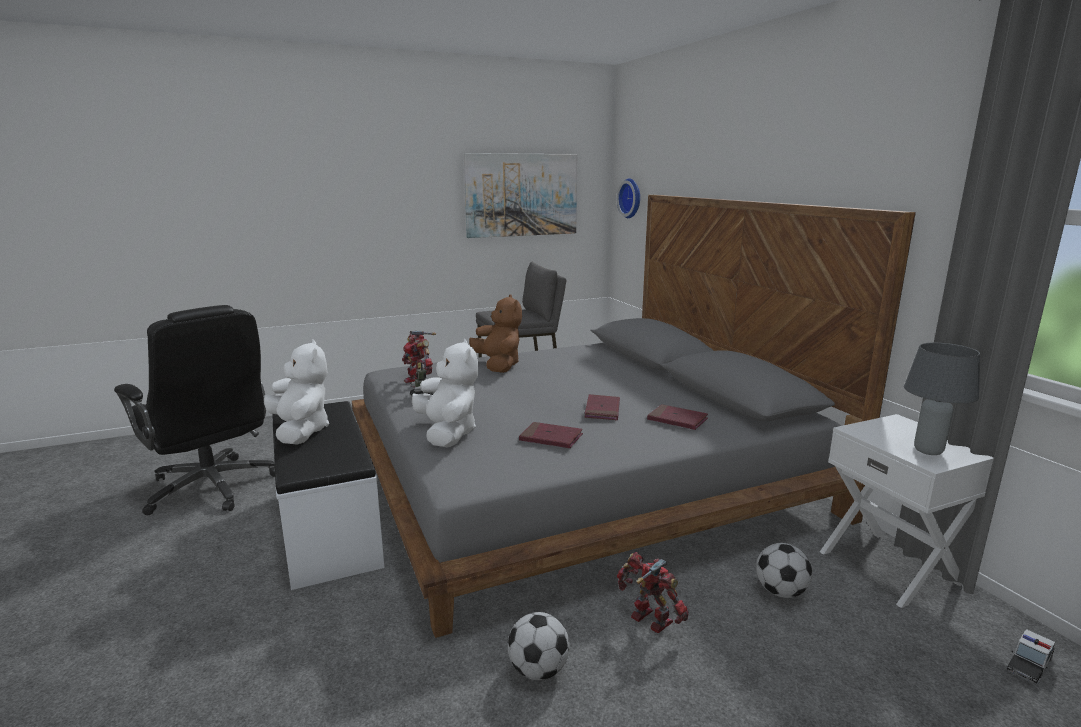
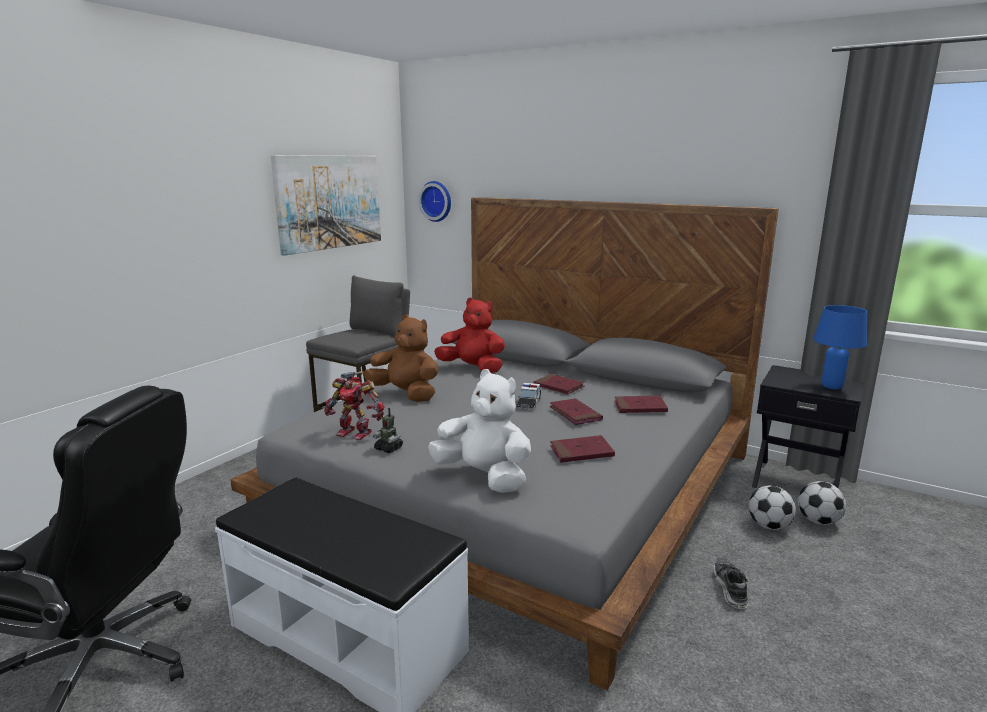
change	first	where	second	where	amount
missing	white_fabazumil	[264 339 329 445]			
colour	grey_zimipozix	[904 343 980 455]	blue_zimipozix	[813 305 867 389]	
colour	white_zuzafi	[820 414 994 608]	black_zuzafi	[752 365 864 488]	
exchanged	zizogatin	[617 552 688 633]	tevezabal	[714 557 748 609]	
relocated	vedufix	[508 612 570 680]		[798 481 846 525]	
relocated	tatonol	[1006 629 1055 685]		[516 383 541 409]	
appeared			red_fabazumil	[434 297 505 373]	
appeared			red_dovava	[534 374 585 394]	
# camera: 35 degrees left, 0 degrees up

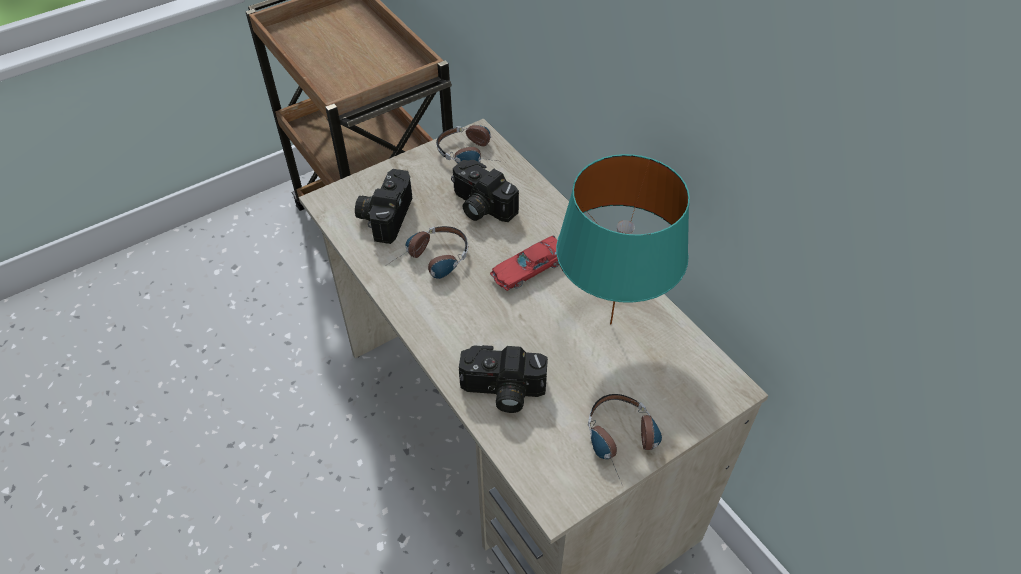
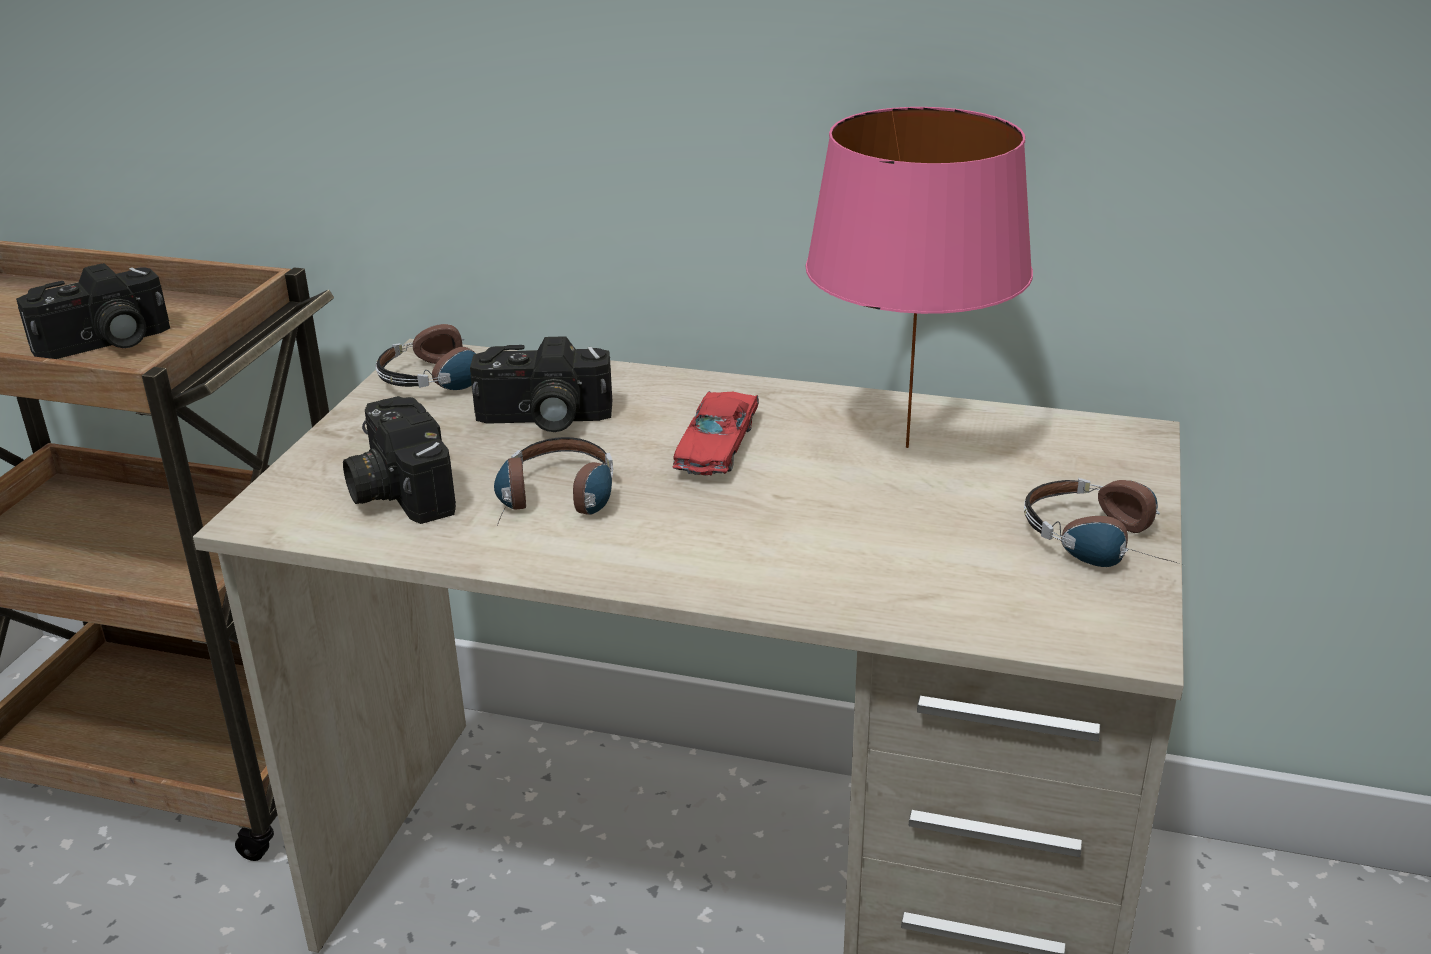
change	first	where	second	where	amount
colour	turquoise_zimipozix	[556 154 690 324]	pink_zimipozix	[806 107 1033 448]	
relocated	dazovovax	[459 345 548 413]		[16 263 170 359]	
# camera: 40 degrees left, 20 degrees down

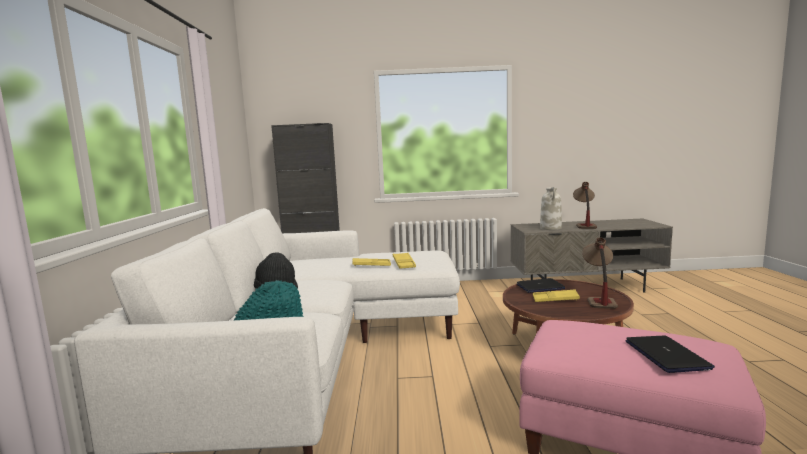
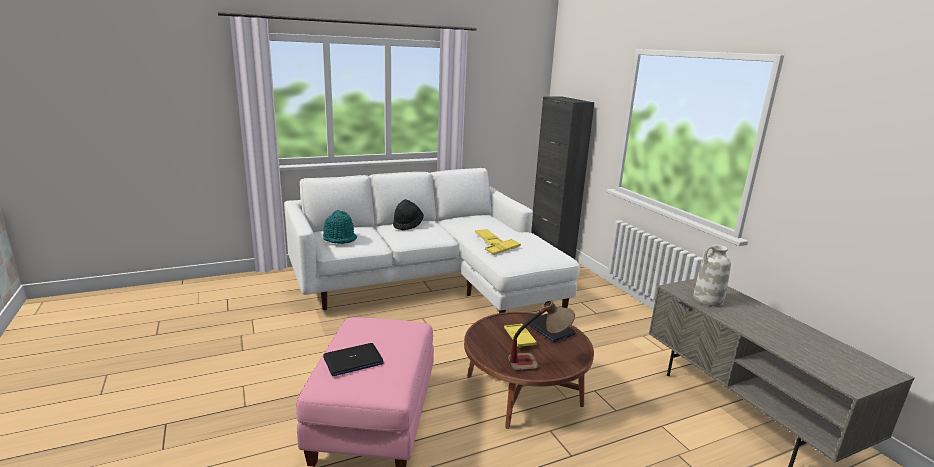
change	first	where	second	where	amount
missing	zimipozix	[573 182 597 229]			
# camera: 65 degrees right, 10 degrees up

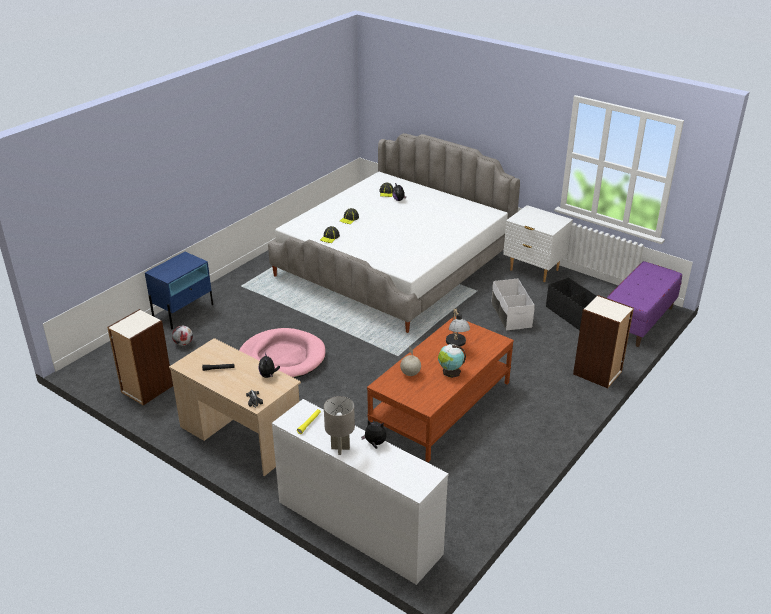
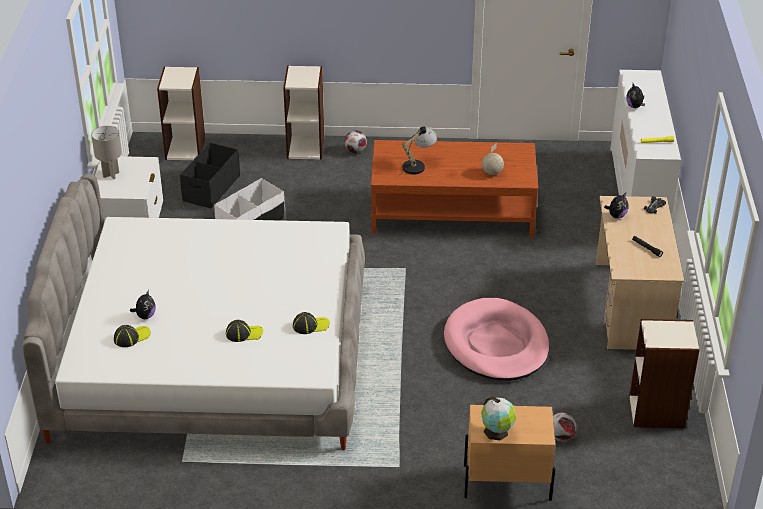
change	first	where	second	where	amount
colour	blue_zuzafi	[145 252 213 330]	beige_zuzafi	[464 405 555 501]	
exchanged	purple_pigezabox	[607 261 682 347]	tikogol	[157 67 205 160]	
relocated	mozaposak	[438 344 466 378]		[481 397 516 440]	
relocated	grey_zimipozix	[324 396 355 455]		[91 126 122 179]	
appeared			vedufix	[345 130 367 153]	
# camera: 125 degrees left, 5 degrees up

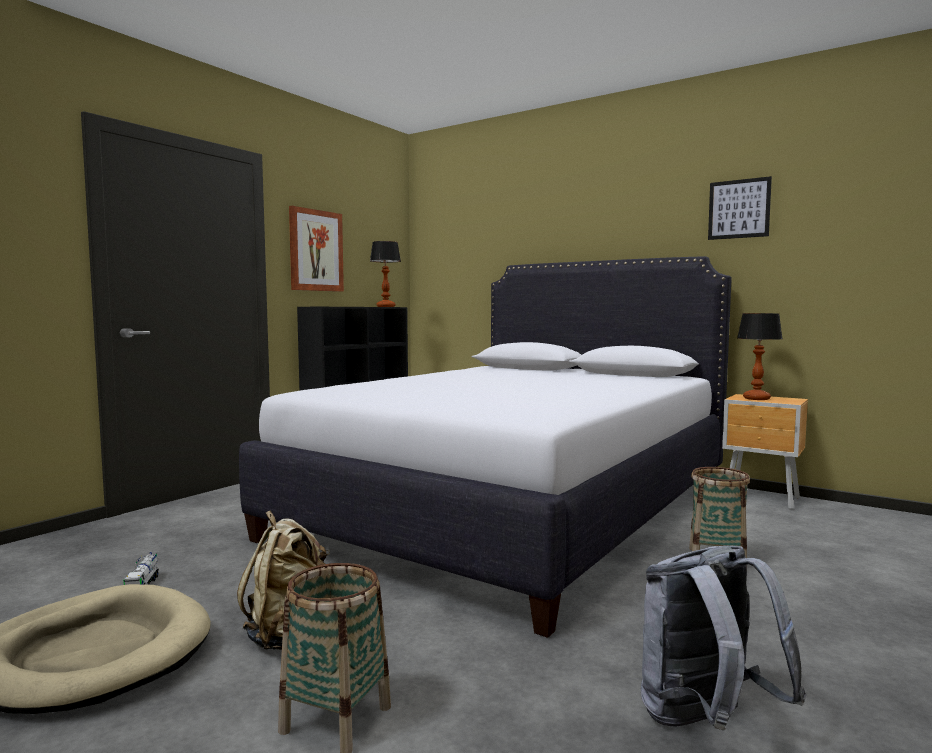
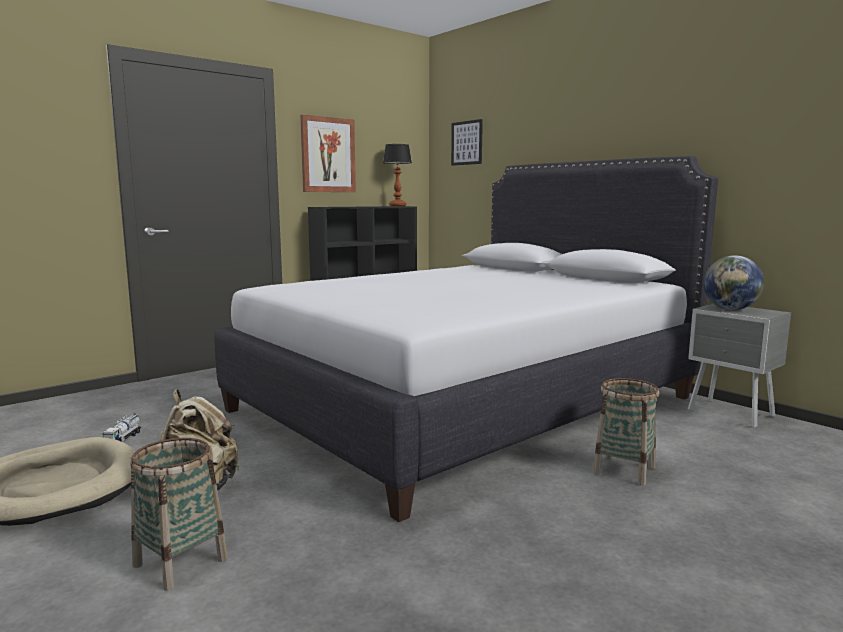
change	first	where	second	where	amount
relocated	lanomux	[708 176 772 240]		[451 119 483 166]	
exchanged	zimipozix	[737 313 782 400]	mozaposak	[703 256 764 310]	
colour	brown_zuzafi	[722 394 808 510]	grey_zuzafi	[688 304 791 428]	
missing	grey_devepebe	[641 546 807 731]			
# camera: 15 degrees right, 5 degrees up

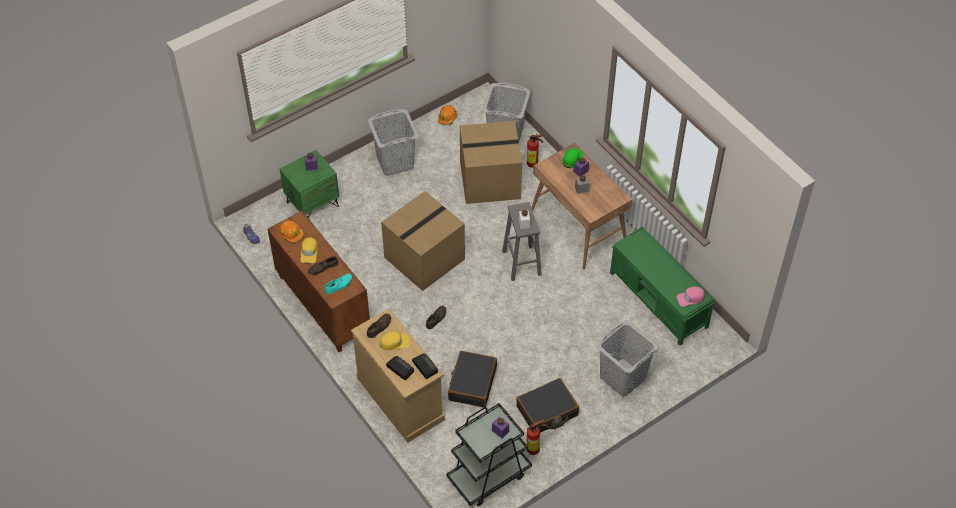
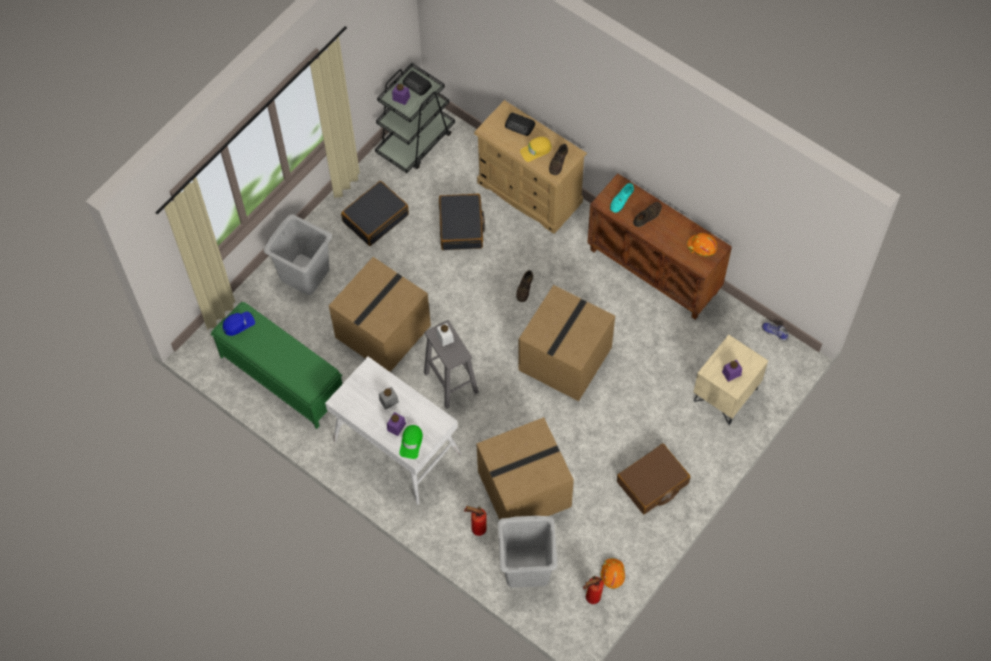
change	first	where	second	where	amount
exchanged	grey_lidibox	[368 109 418 176]	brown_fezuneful	[617 444 690 514]	
colour	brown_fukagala	[531 143 632 269]	white_fukagala	[325 357 461 505]	
colour	green_zuzafi	[280 150 339 218]	beige_zuzafi	[693 335 768 425]	
missing	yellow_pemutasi	[301 237 318 263]			
colour	pink_pemutasi	[677 287 705 307]	blue_pemutasi	[223 312 255 336]	
relocated	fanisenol	[412 354 438 379]		[403 71 432 96]	
relocated	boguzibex	[527 419 546 455]		[583 576 604 604]	
appeared			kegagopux	[329 257 431 372]	
# camera: 165 degrees right, 10 degrees up

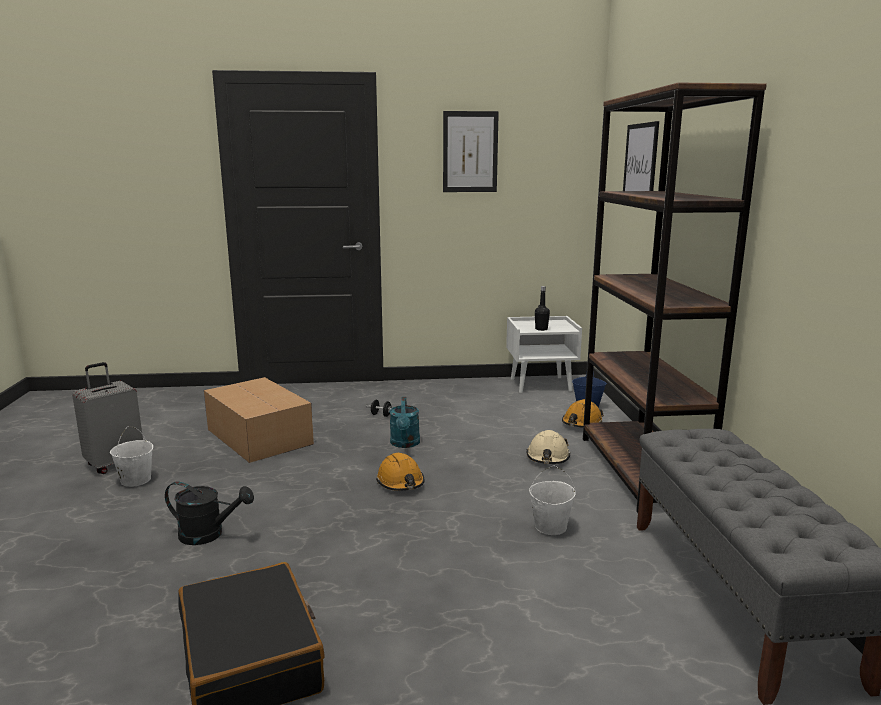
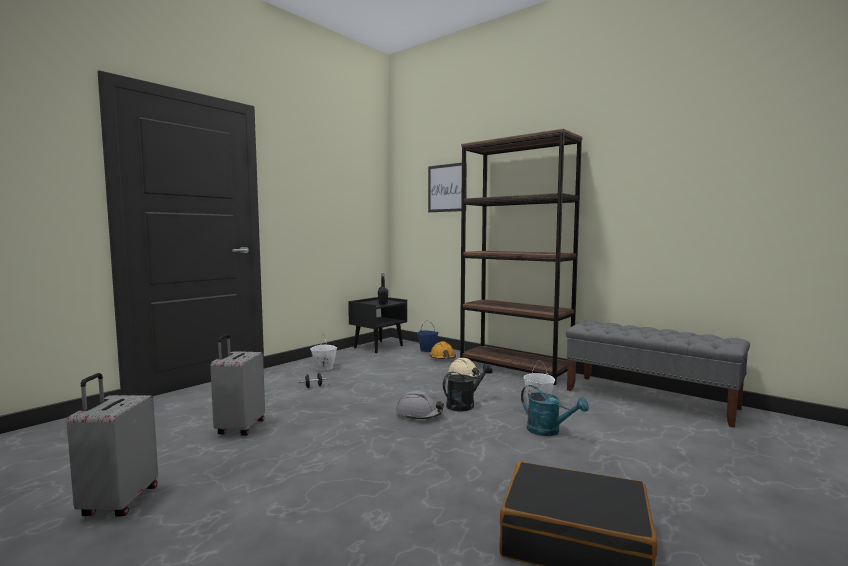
change	first	where	second	where	amount
missing	lanomux	[443 111 499 192]			
colour	white_zuzafi	[506 316 582 393]	black_zuzafi	[348 297 407 353]	
exchanged	kegagopux	[204 377 314 463]	grey_fezuneful	[210 334 265 436]	
relocated	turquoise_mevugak	[389 397 420 448]		[521 385 589 436]	
relocated	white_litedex	[110 426 153 487]		[310 333 337 370]	
colour	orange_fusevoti	[376 453 425 491]	grey_fusevoti	[396 391 444 420]	
relocated	black_mevugak	[165 481 254 545]		[443 364 493 411]	
# camera: 45 degrees left, 10 degrees down

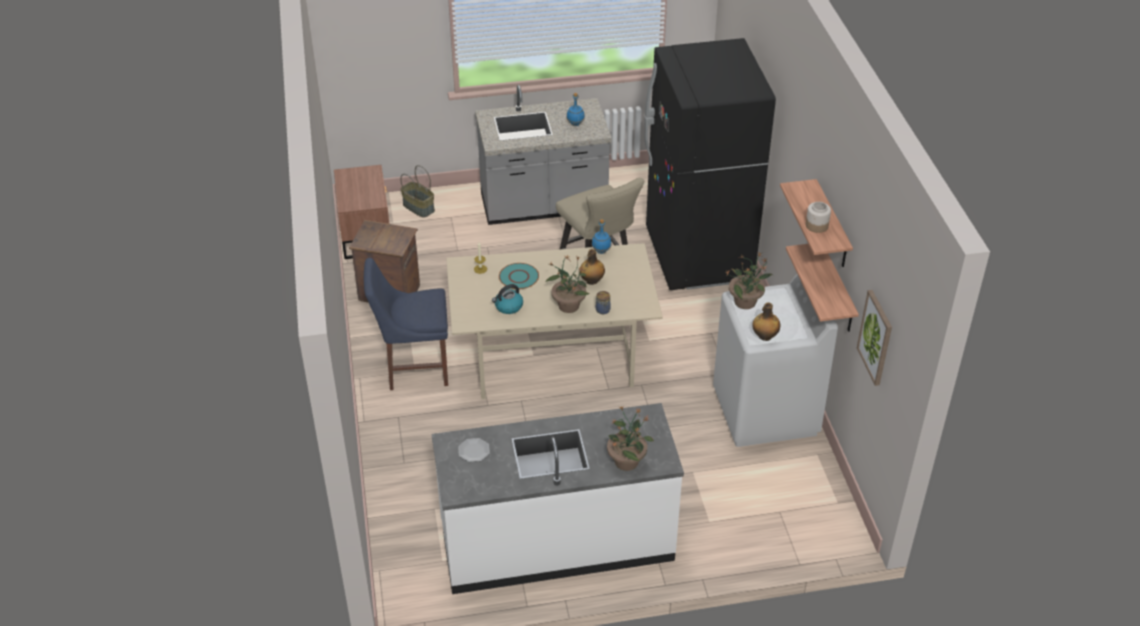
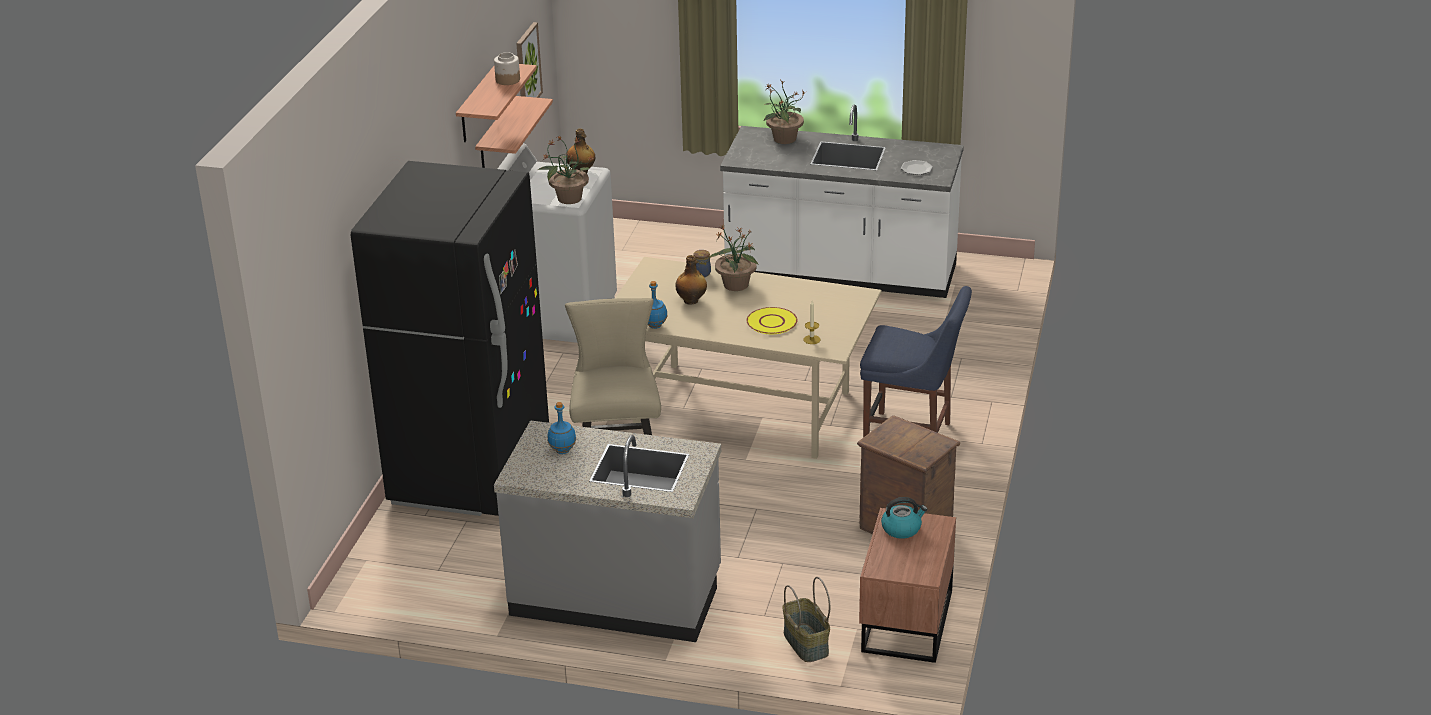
change	first	where	second	where	amount
colour	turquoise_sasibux	[499 263 539 289]	yellow_sasibux	[747 307 797 334]	
relocated	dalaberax	[492 284 523 314]		[881 497 927 539]	
# camera: 155 degrees left, 10 degrees down

